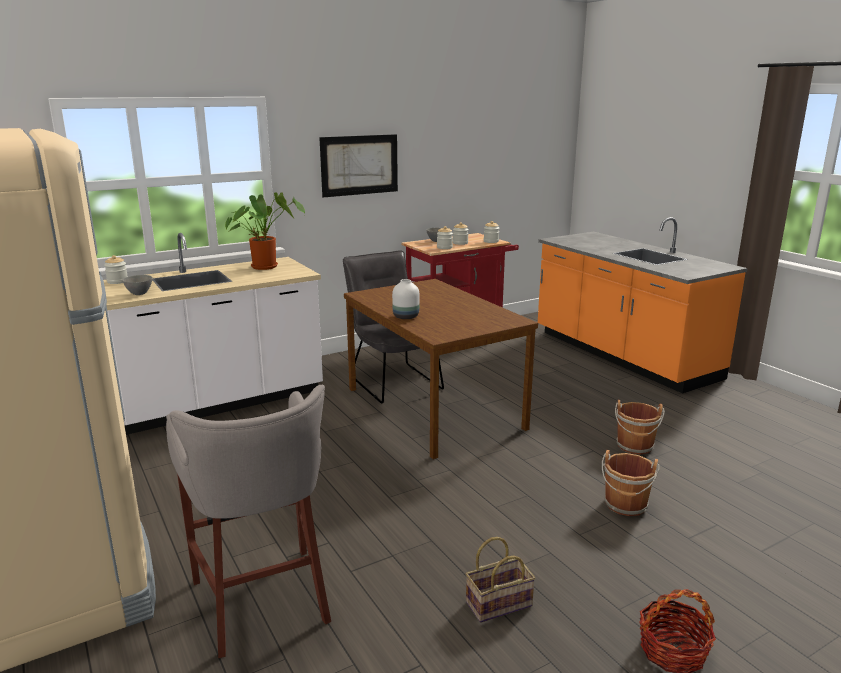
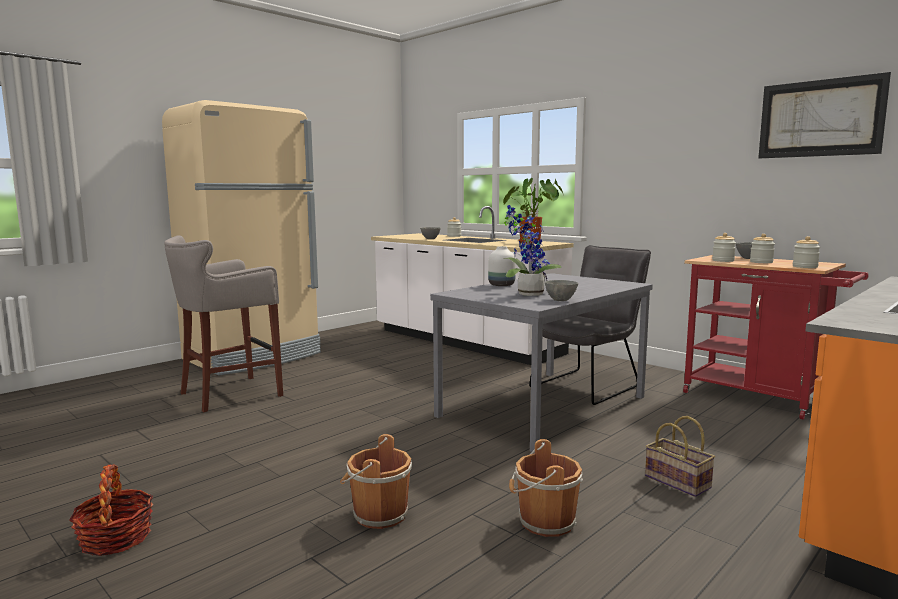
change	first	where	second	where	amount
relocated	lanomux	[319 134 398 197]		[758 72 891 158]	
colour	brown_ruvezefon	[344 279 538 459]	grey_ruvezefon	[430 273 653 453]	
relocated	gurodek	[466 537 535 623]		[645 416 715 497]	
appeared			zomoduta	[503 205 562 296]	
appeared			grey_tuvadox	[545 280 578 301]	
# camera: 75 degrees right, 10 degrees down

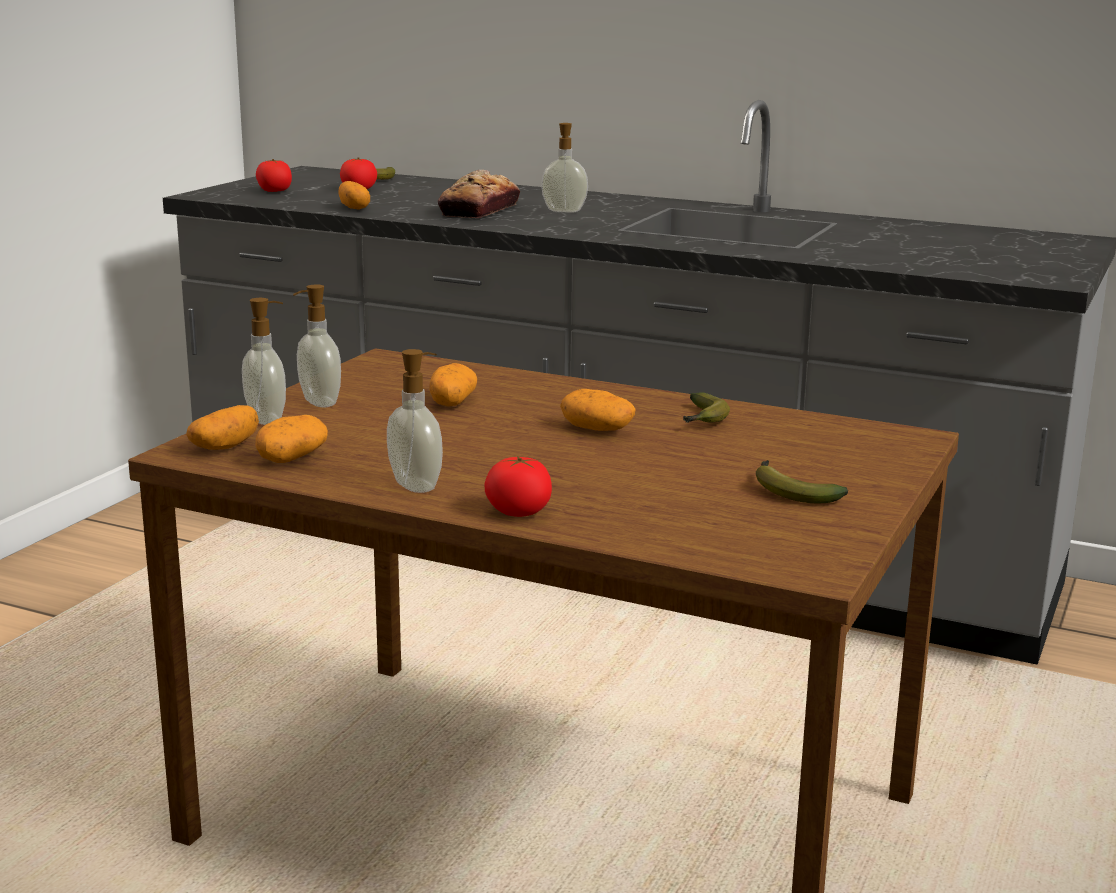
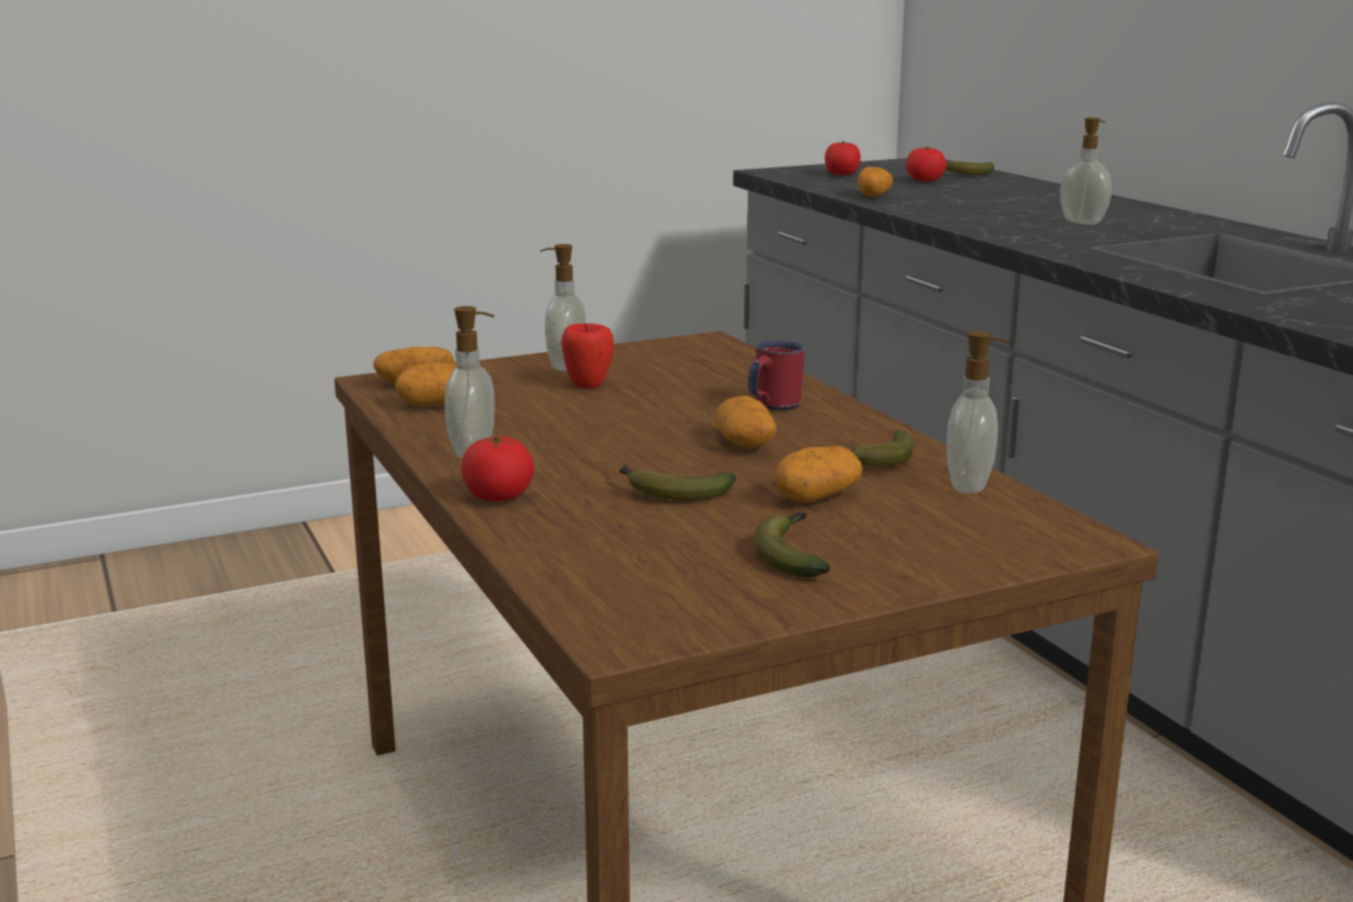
change	first	where	second	where	amount
missing	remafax	[438 170 520 218]			
relocated	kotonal	[242 298 286 425]		[947 331 1011 494]	
relocated	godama	[430 363 477 407]		[775 446 862 503]	
appeared			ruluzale	[561 323 614 388]	
appeared			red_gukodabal	[748 340 805 411]	
appeared			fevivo	[619 465 736 501]	
# camera: 40 degrees right, 0 degrees up

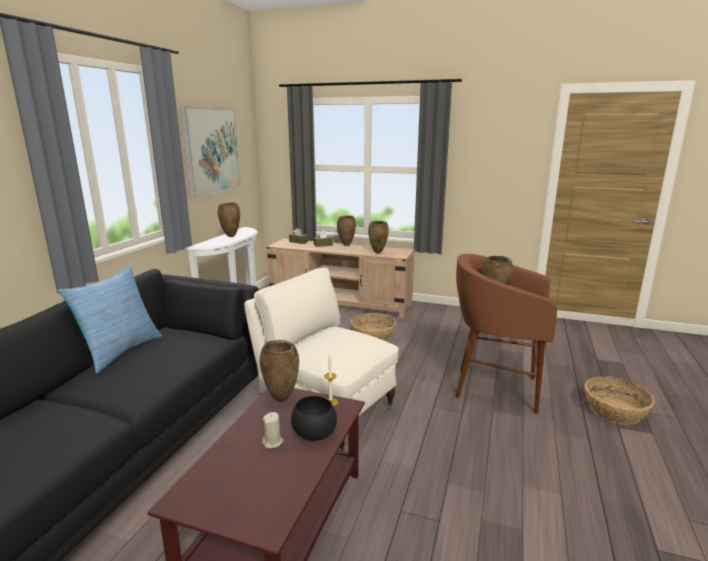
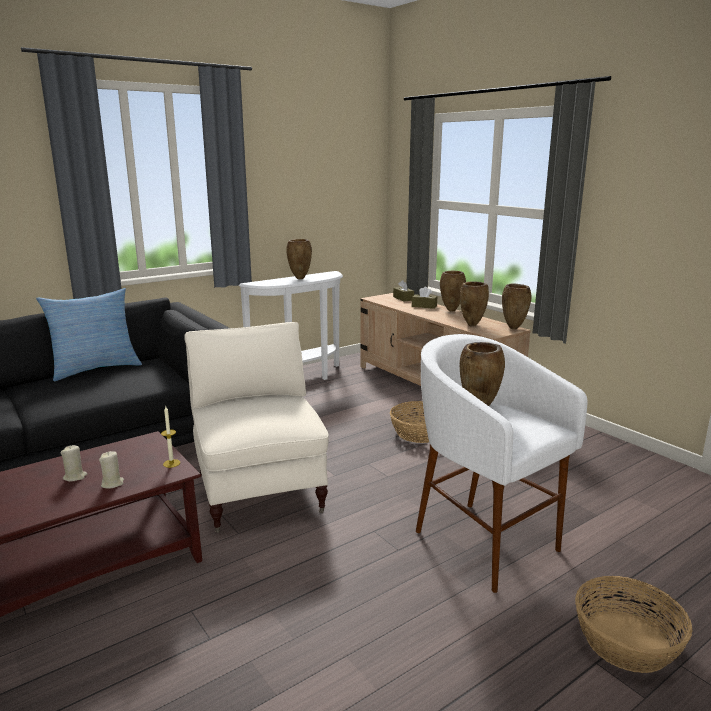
change	first	where	second	where	amount
missing	lanomux	[180 106 241 198]			
colour	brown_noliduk	[455 254 557 414]	white_noliduk	[416 334 588 593]	
relocated	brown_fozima	[260 340 299 402]		[502 283 531 329]	
exchanged	black_tuvadox	[291 396 337 441]	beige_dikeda	[99 451 124 489]	
# camera: 35 degrees right, 0 degrees up

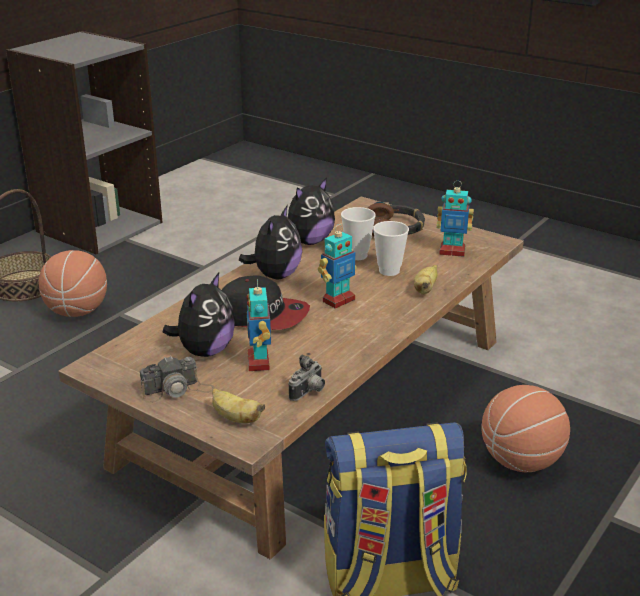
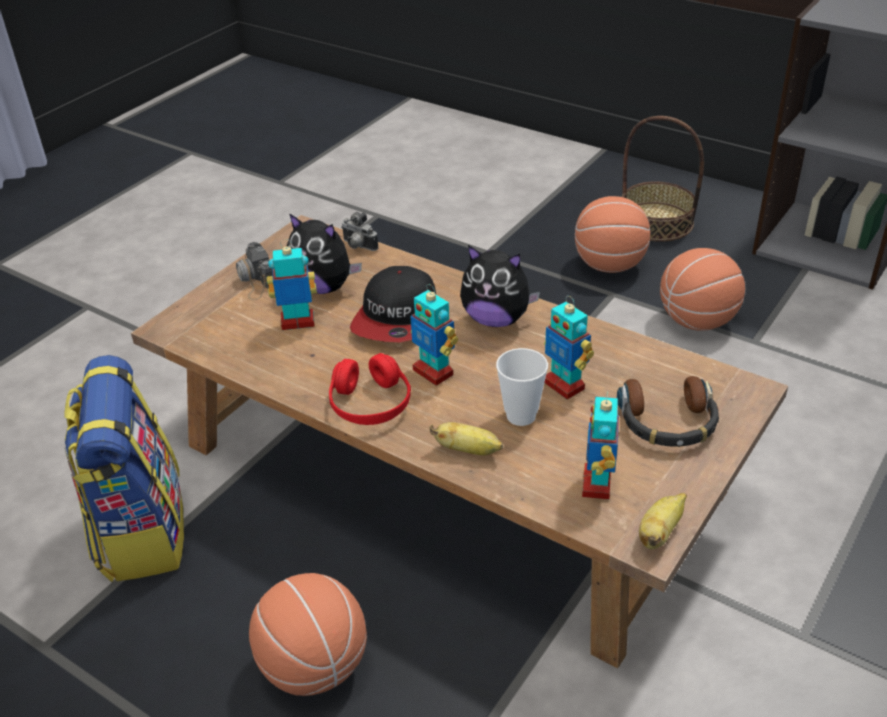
change	first	where	second	where	amount
missing	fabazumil	[287 178 335 245]			
exchanged	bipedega	[341 207 376 260]	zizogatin	[544 296 594 399]	
relocated	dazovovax	[289 355 325 401]		[341 212 378 251]	
relocated	fevivo	[212 388 265 423]		[639 493 687 549]	
appeared			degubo	[660 248 745 331]	
appeared			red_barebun	[329 353 411 425]	
# camera: 90 degrees right, 10 degrees up

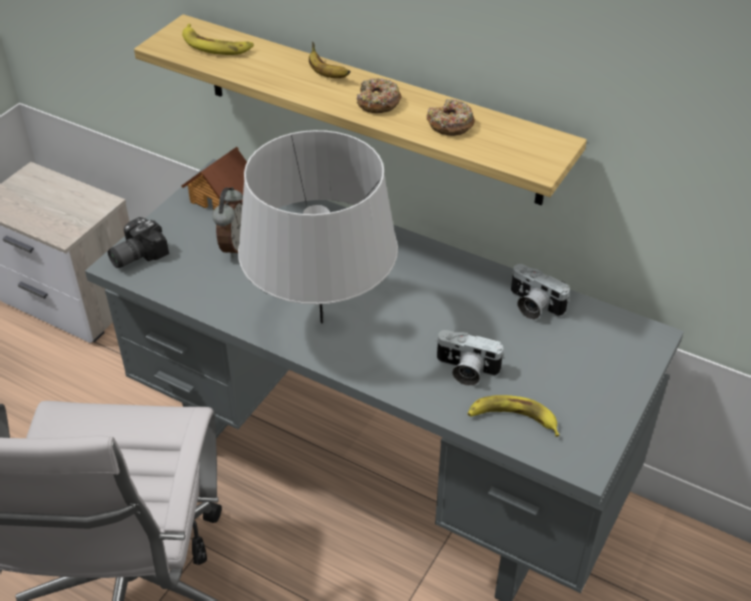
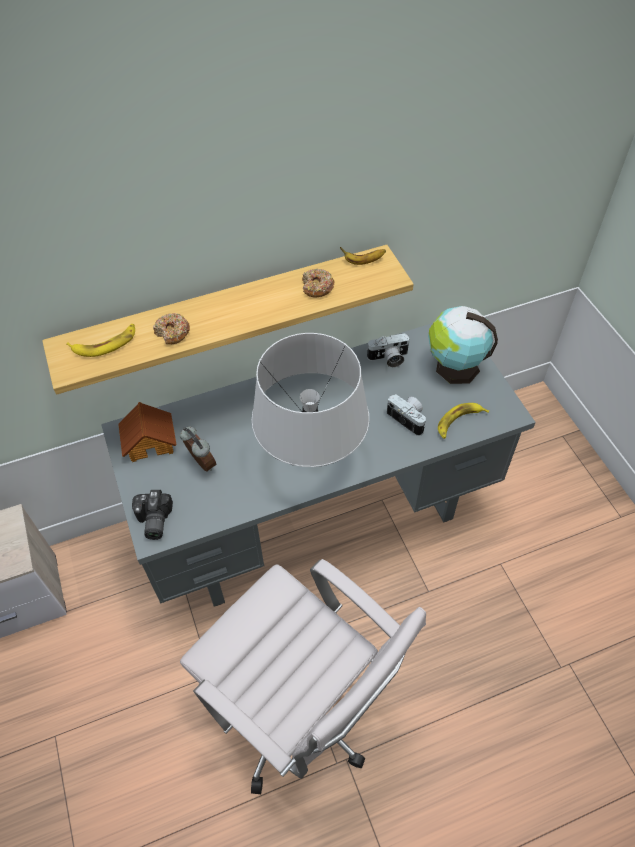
change	first	where	second	where	amount
relocated	fevivo	[309 42 351 78]		[340 247 386 265]	
relocated	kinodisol	[357 78 402 113]		[153 313 190 344]	
spun	dazovovax	[435 330 505 386]		[387 394 426 436]	105 degrees counterclockwise
appeared			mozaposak	[428 306 498 384]	
# camera: 50 degrees left, 10 degrees up

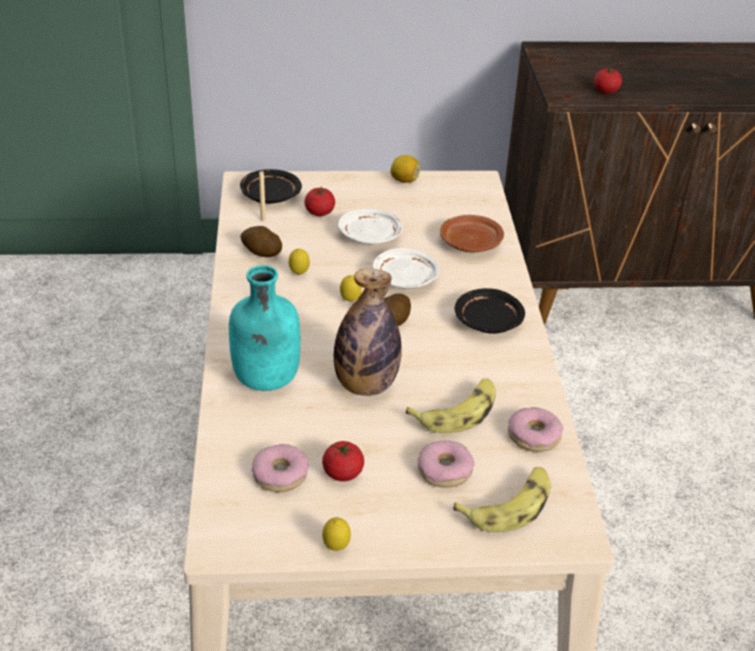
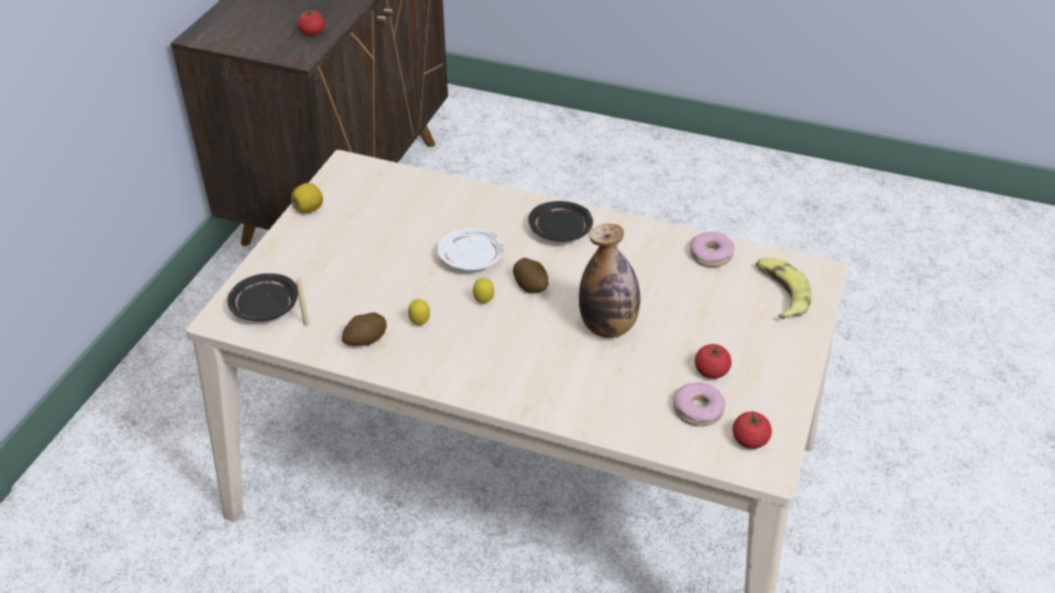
change	first	where	second	where	amount
relocated	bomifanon	[304 186 335 216]		[732 411 772 449]	
missing	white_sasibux	[338 209 403 244]			
missing	brown_sasibux	[440 215 504 252]			
missing	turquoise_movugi	[229 265 300 391]			
missing	fevivo	[406 379 496 433]			
missing	kinodisol	[418 440 475 488]			
missing	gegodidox	[322 517 351 551]			
# camera: 65 degrees left, 5 degrees up

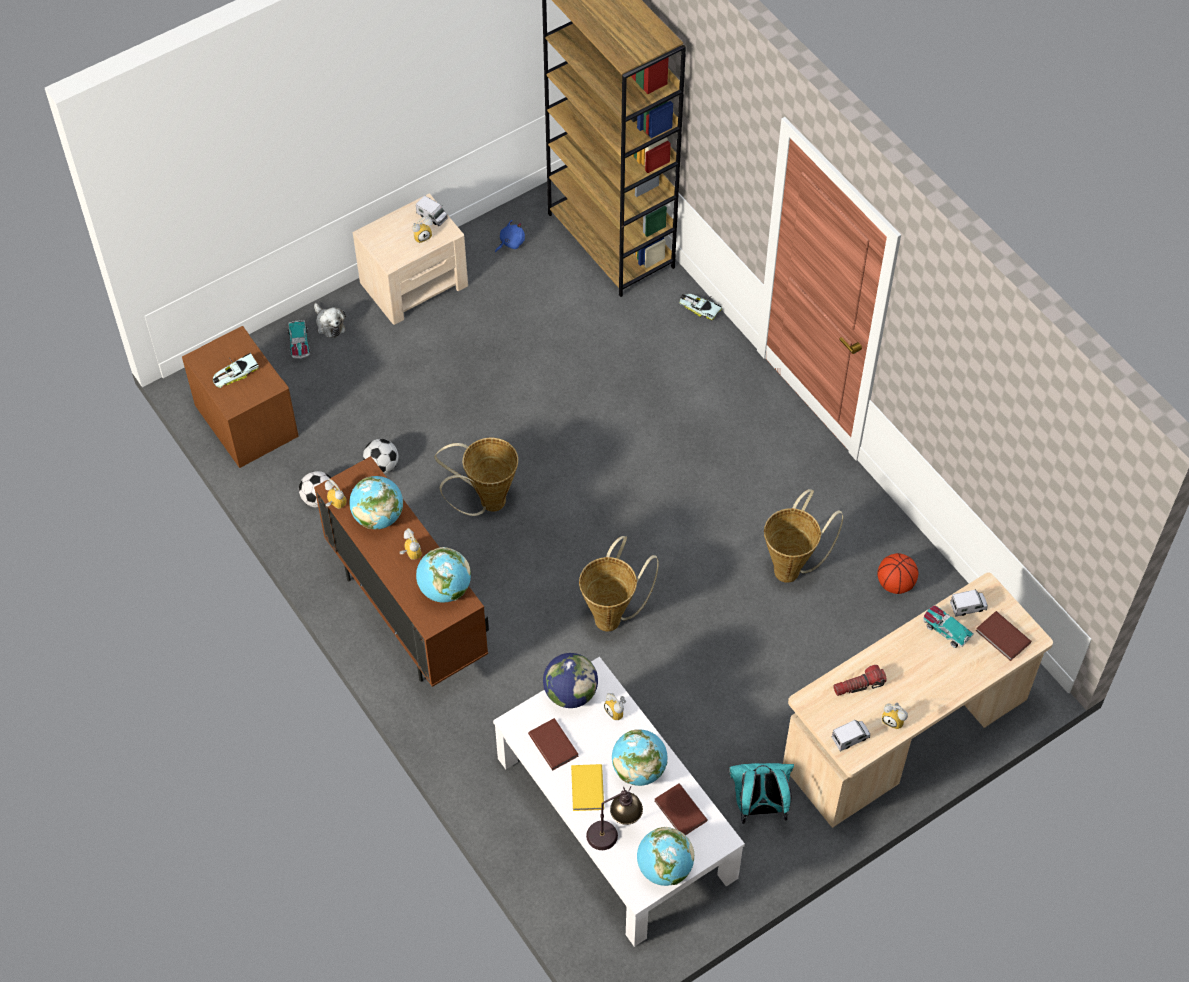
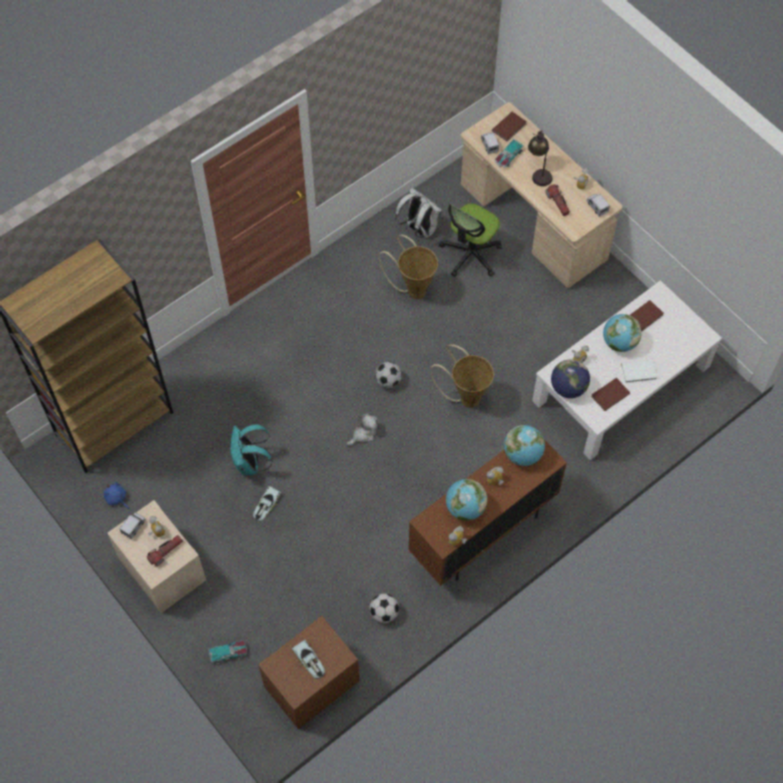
change	first	where	second	where	amount
relocated	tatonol	[679 294 722 321]		[253 486 281 521]	
relocated	fabazumil	[314 303 346 338]		[346 413 378 446]	
missing	gurodek	[434 438 518 516]			
relocated	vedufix	[363 439 399 474]		[375 362 402 388]	
exchanged	degubo	[877 553 919 594]	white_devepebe	[395 188 443 238]	
relocated	turquoise_devepebe	[729 763 794 824]		[230 424 273 475]	
colour	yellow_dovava	[571 764 604 811]	white_dovava	[621 360 658 383]	
relocated	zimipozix	[586 787 643 850]		[528 131 552 186]	
missing	mozaposak	[637 827 694 886]			
appeared			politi	[439 203 502 277]	
appeared			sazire	[147 535 183 566]	
# camera: 95 degrees left, 5 degrees up

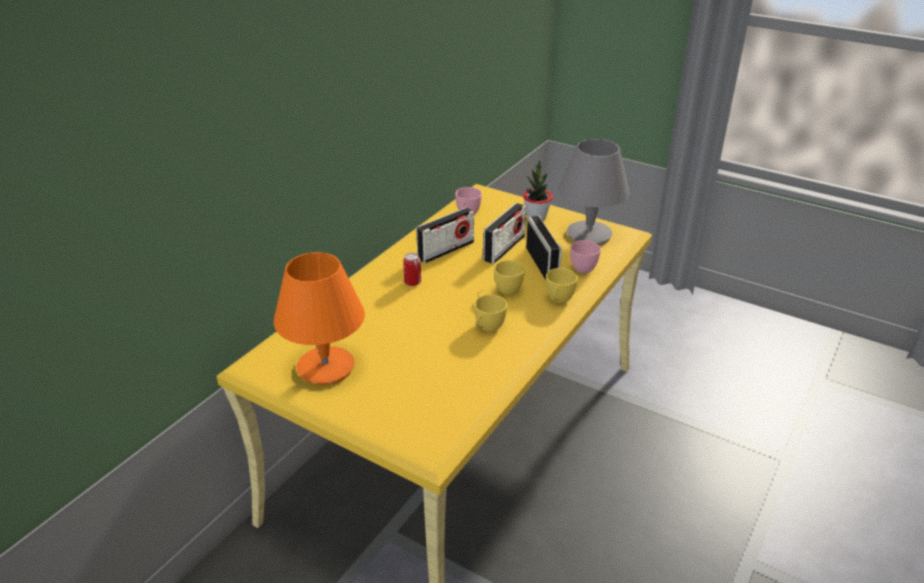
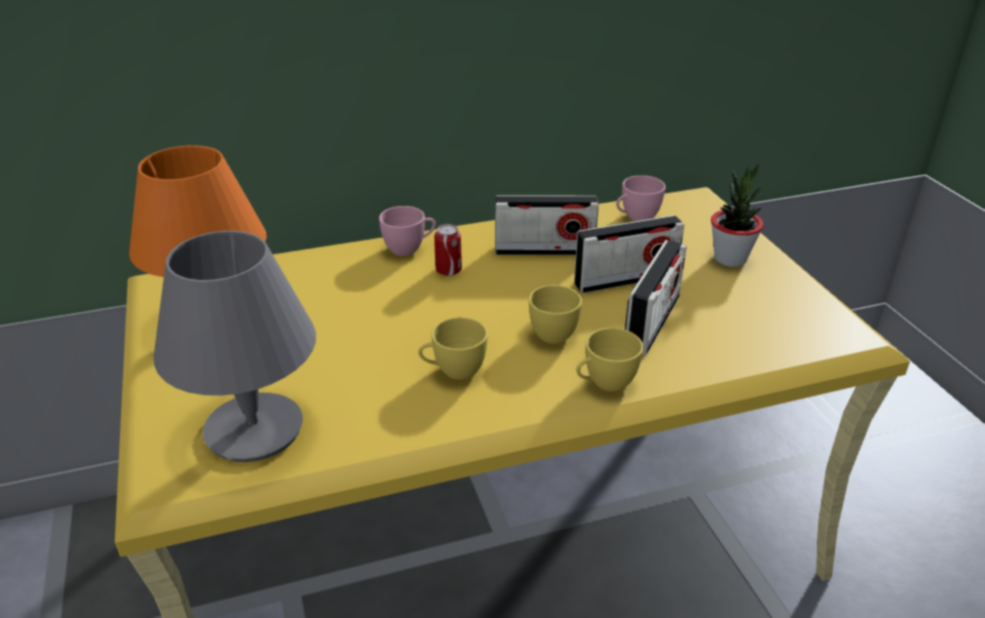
change	first	where	second	where	amount
relocated	grey_zimipozix	[559 139 629 245]		[154 231 316 462]	
relocated	pink_bipedega	[570 240 601 273]		[379 206 436 256]	
# camera: 40 degrees right, 0 degrees up

